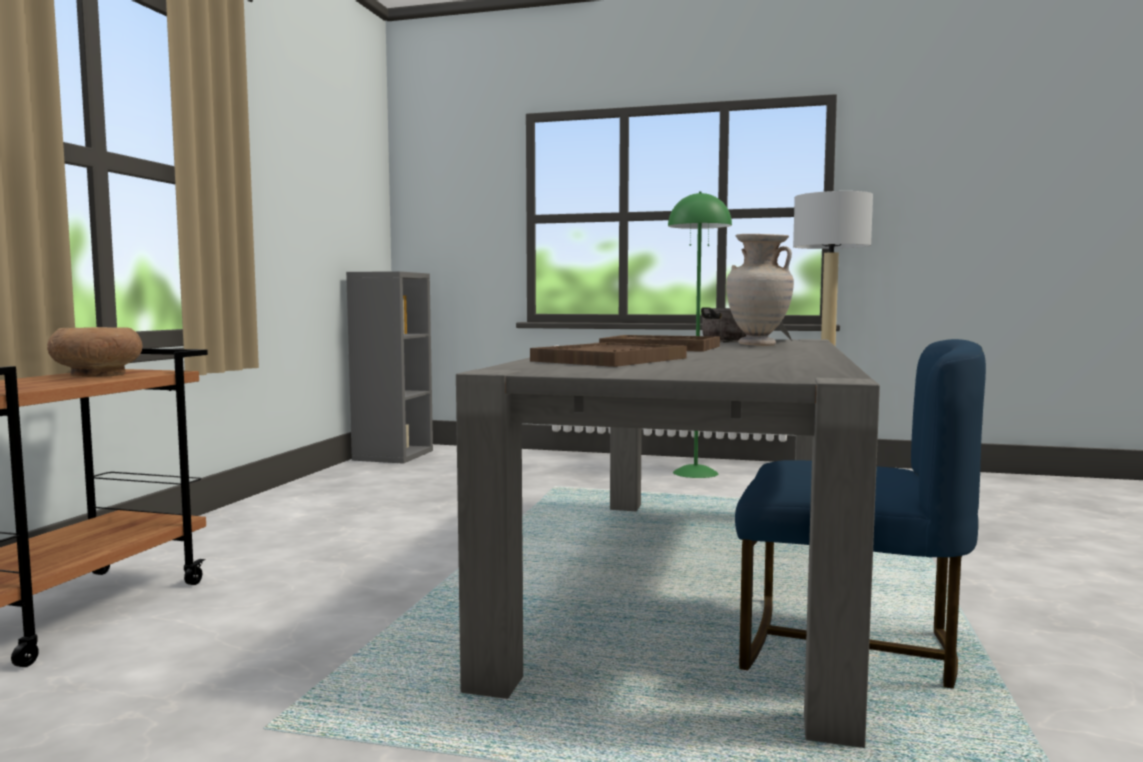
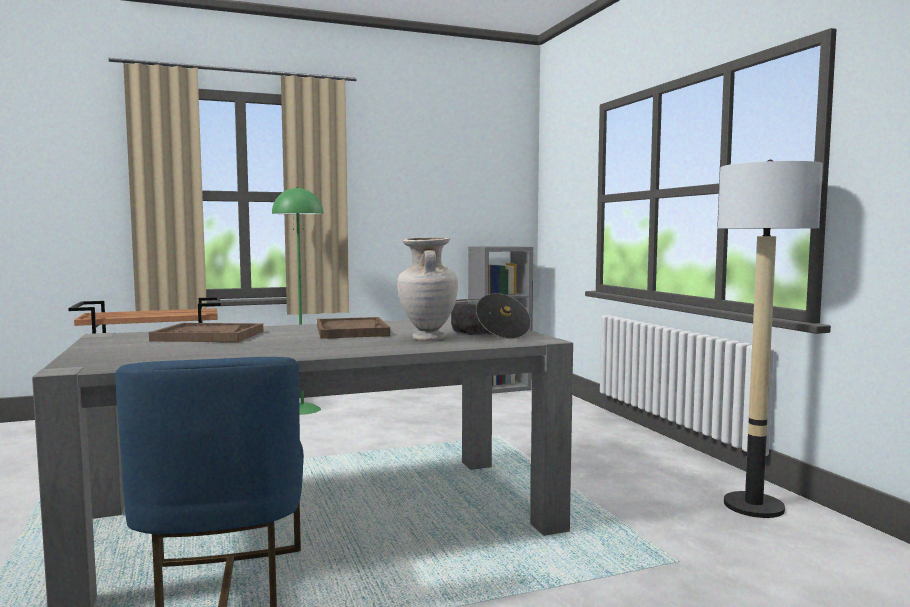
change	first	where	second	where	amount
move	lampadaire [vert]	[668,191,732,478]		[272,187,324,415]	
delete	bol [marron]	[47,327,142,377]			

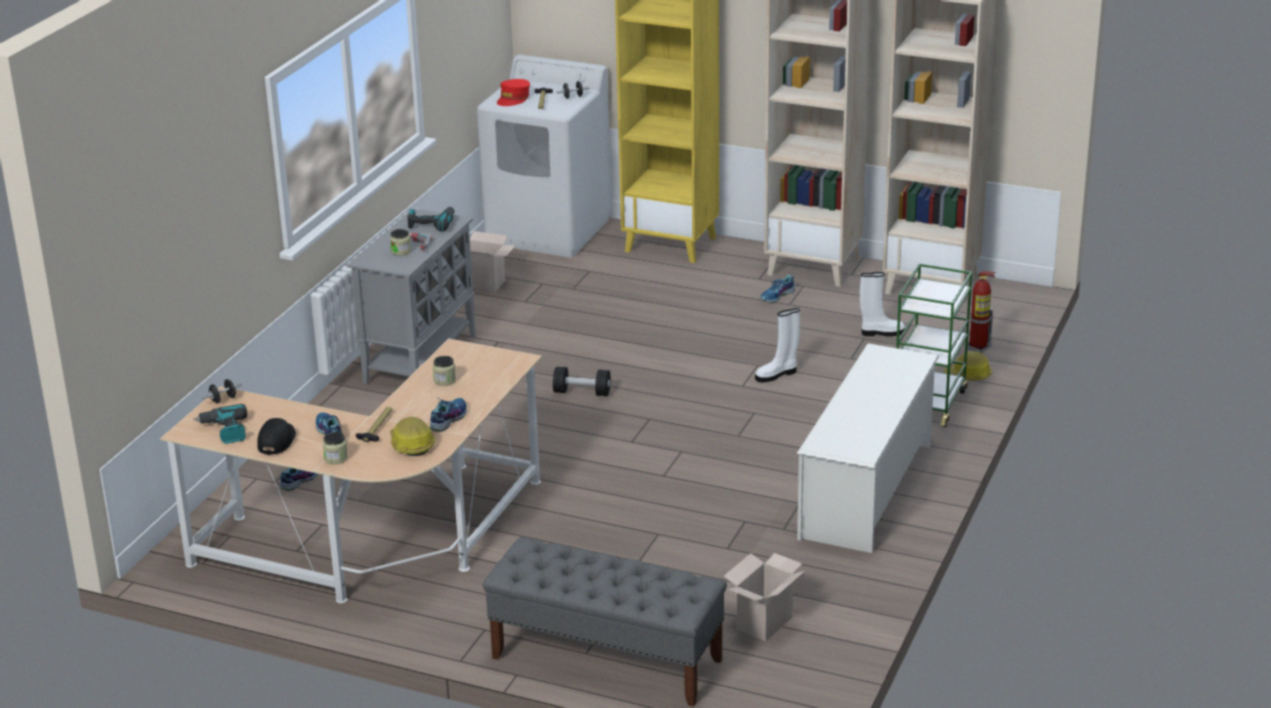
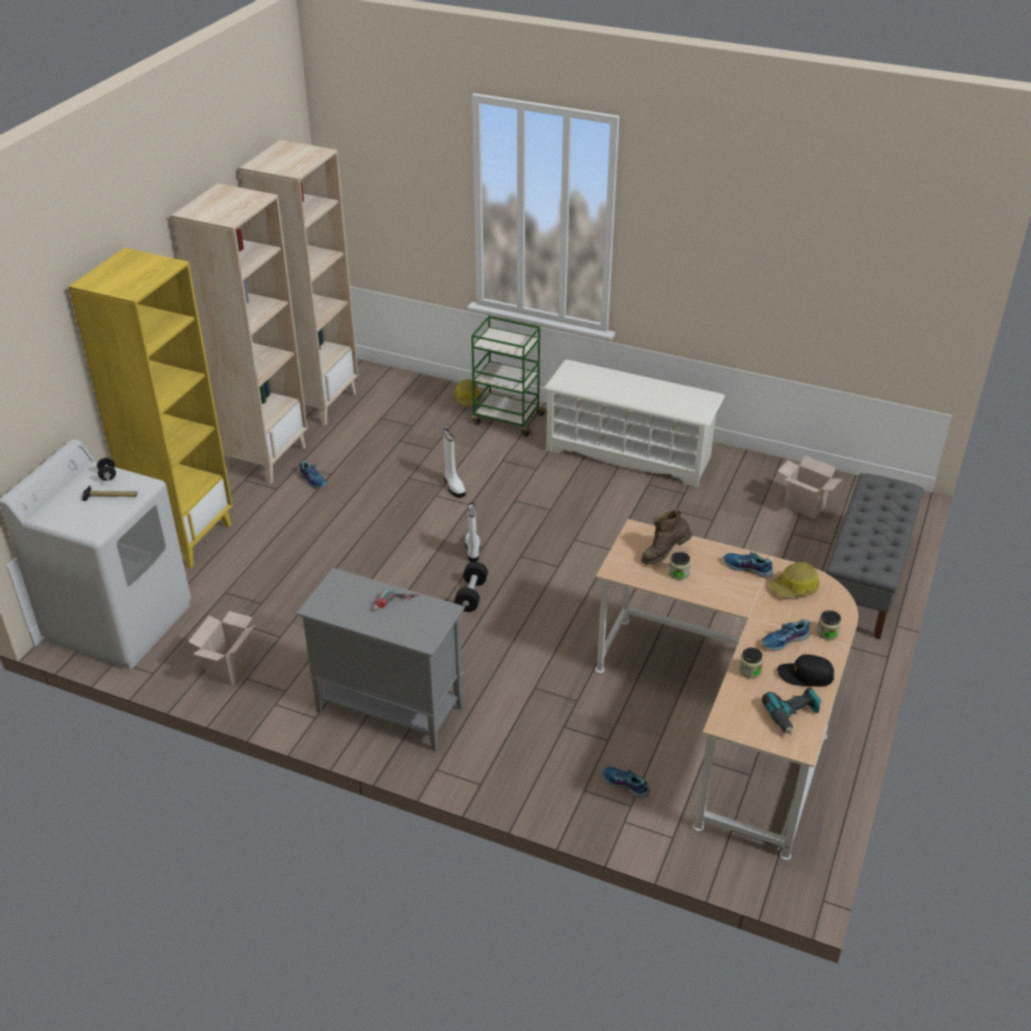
change	first	where	second	where	amount
delete	casquette [rouge]	[497,79,530,106]			
delete	perceuse	[408,207,455,232]			
move	bocal	[390,229,411,256]		[739,648,763,679]	
move	botte [blanc]	[860,272,905,336]		[465,503,481,562]	
delete	extincteur	[968,272,995,353]			
delete	haltère [noir]	[202,379,242,403]			
delete	marteau	[356,407,392,442]			
insert			botte [marron]	[641,509,692,565]	

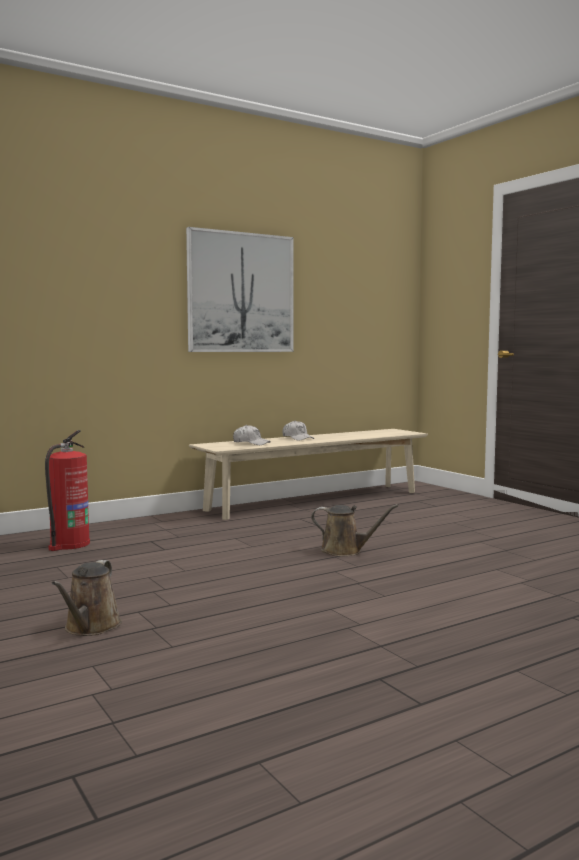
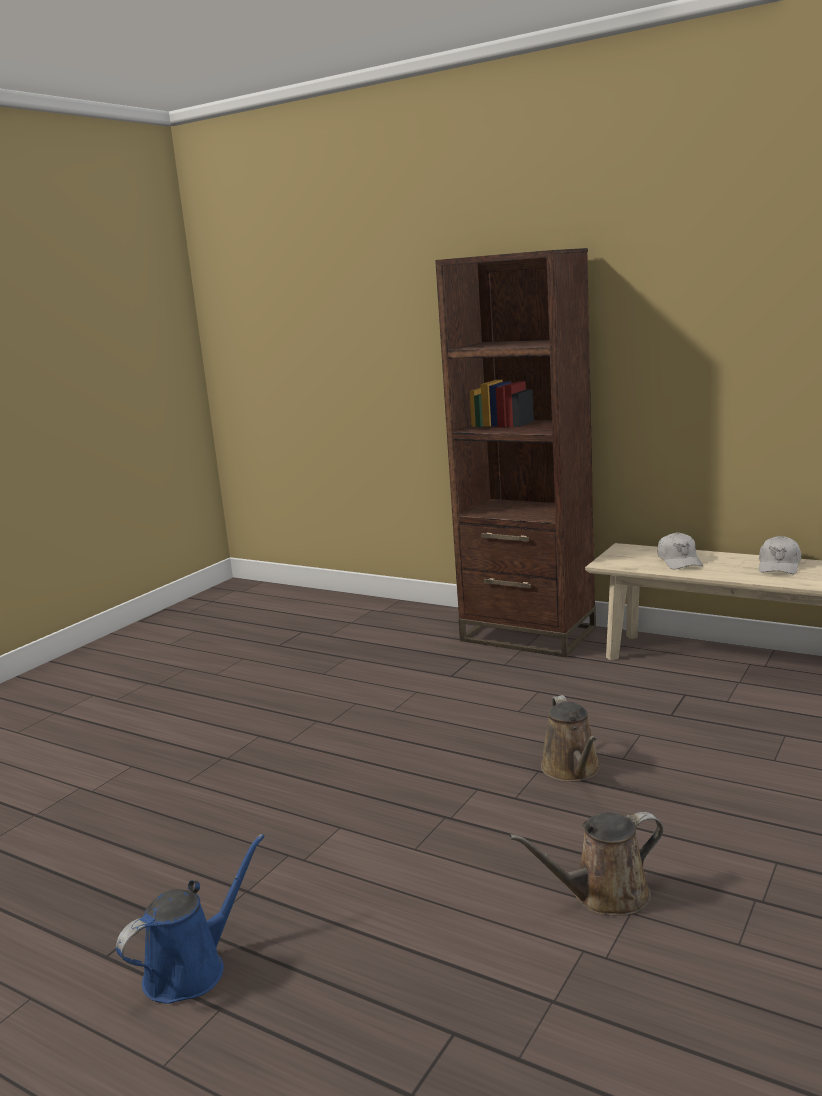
change	first	where	second	where	amount
delete	tableau	[186,227,294,352]			
delete	extincteur	[45,430,90,551]			
move	arrosoir [marron]	[52,560,122,636]		[509,812,663,916]	
insert			bibliothèque [marron]	[435,248,596,657]	
insert			arrosoir [bleu]	[116,834,265,1004]	

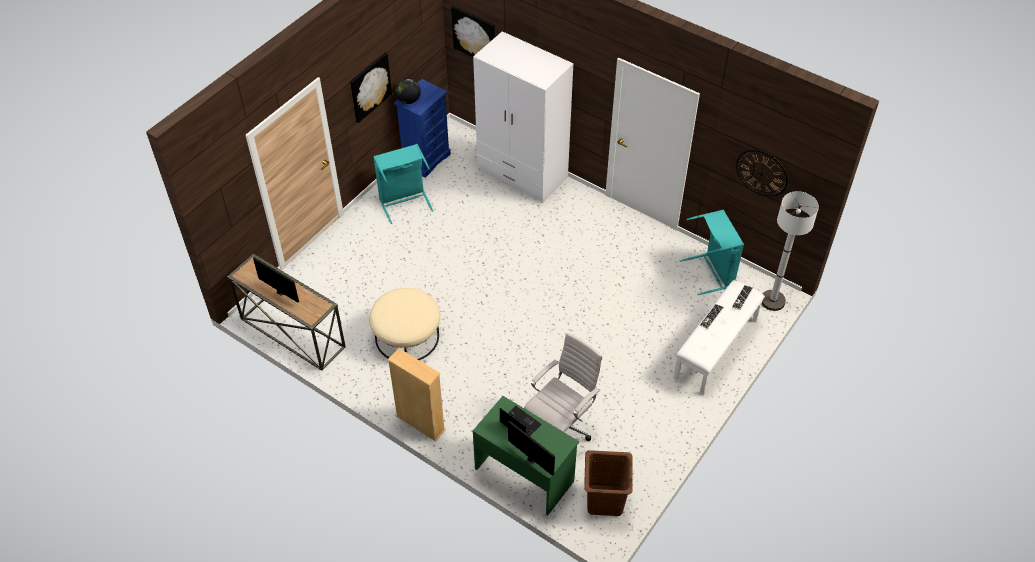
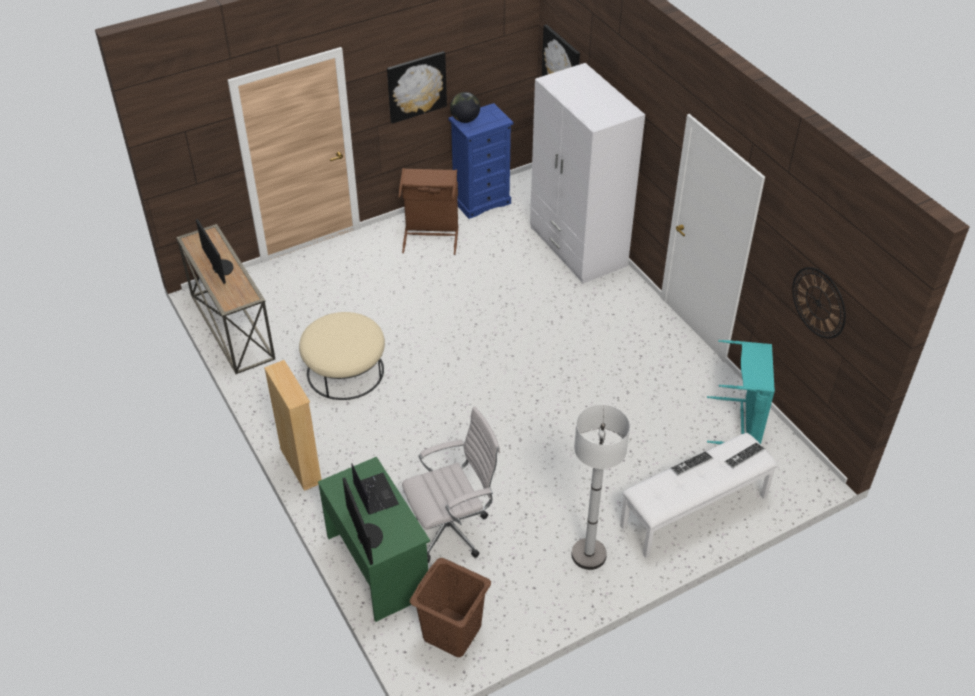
change	first	where	second	where	amount
recolor	panier à linge [turquoise]	[373,144,433,224]	panier à linge [marron]	[398,168,459,255]	
move	lampadaire [blanc]	[762,191,819,311]		[571,405,630,570]	

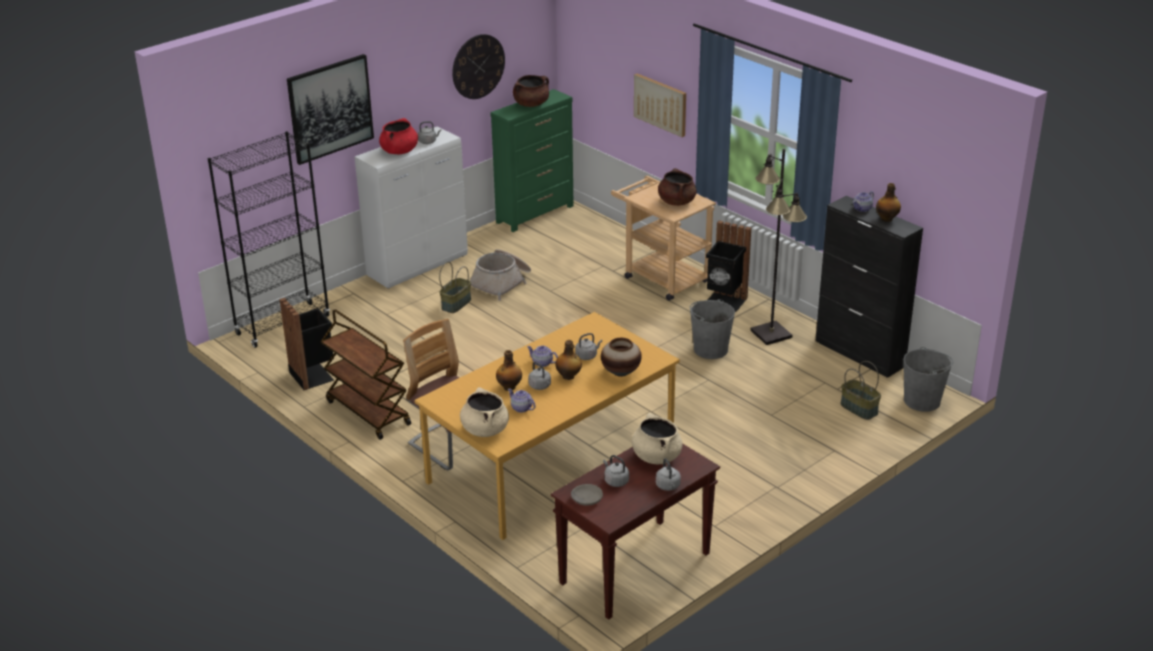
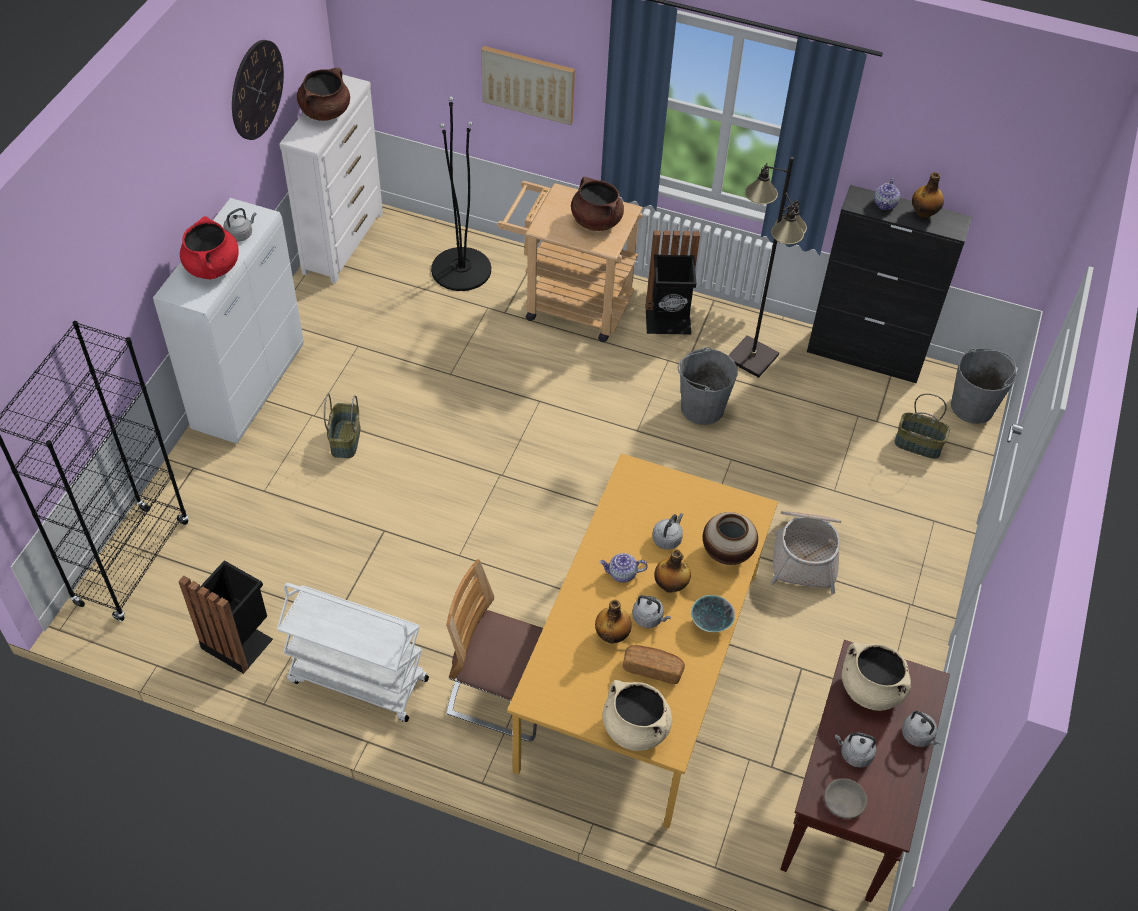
change	first	where	second	where	amount
delete	tableau	[287,54,374,165]			
recolor	commode [vert]	[490,89,574,232]	commode [blanc]	[280,74,383,284]	
move	panier	[470,249,531,301]		[770,511,841,594]	
recolor	chariot [marron]	[321,309,411,440]	chariot [blanc]	[277,583,429,722]	
replace	théière	[508,388,536,413]	pain	[623,645,685,684]	
insert			lampadaire [noir]	[431,97,491,291]	
insert			bol	[691,595,735,632]	

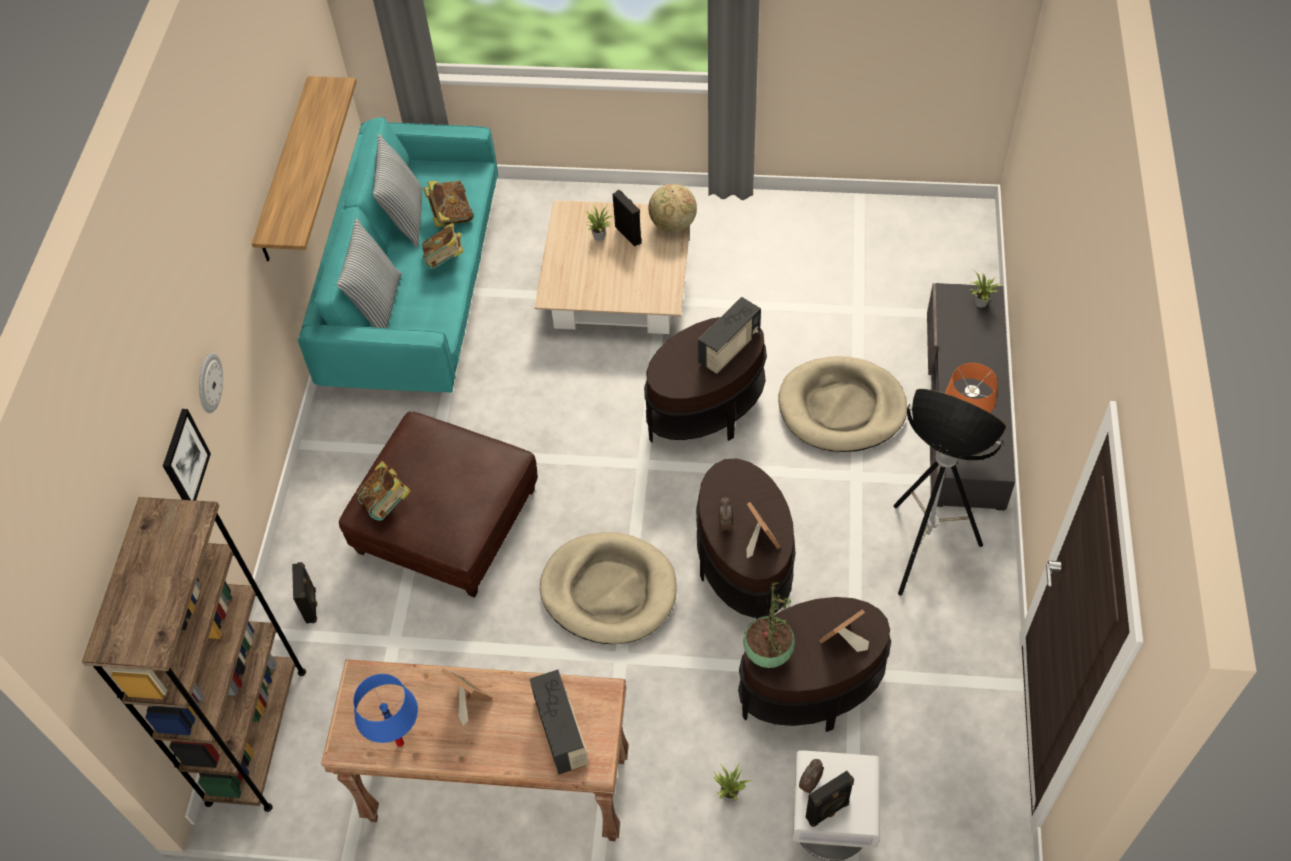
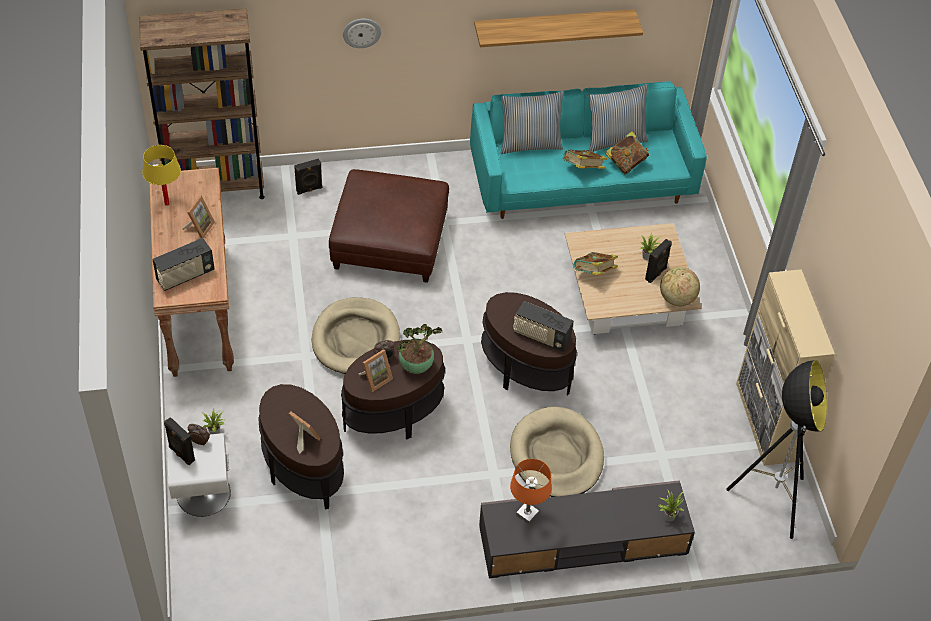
change	first	where	second	where	amount
move	lampadaire	[894,389,1006,596]		[726,360,827,539]	
delete	tableau	[163,409,211,501]			
move	livre	[356,461,411,521]		[574,252,618,276]	
move	plante en pot	[743,582,795,668]		[397,324,443,374]	
recolor	lampe de table [bleu]	[353,674,418,747]	lampe de table [jaune]	[142,145,181,206]	
insert			meuble de rangement [beige]	[736,269,835,466]	

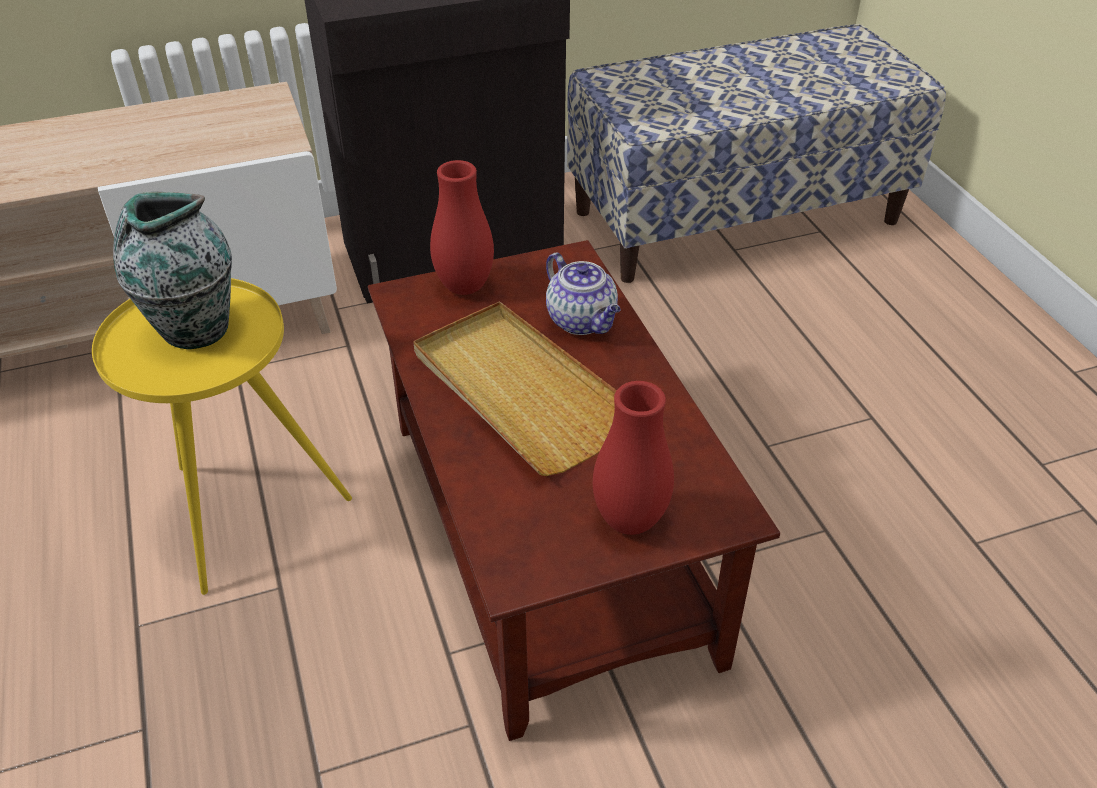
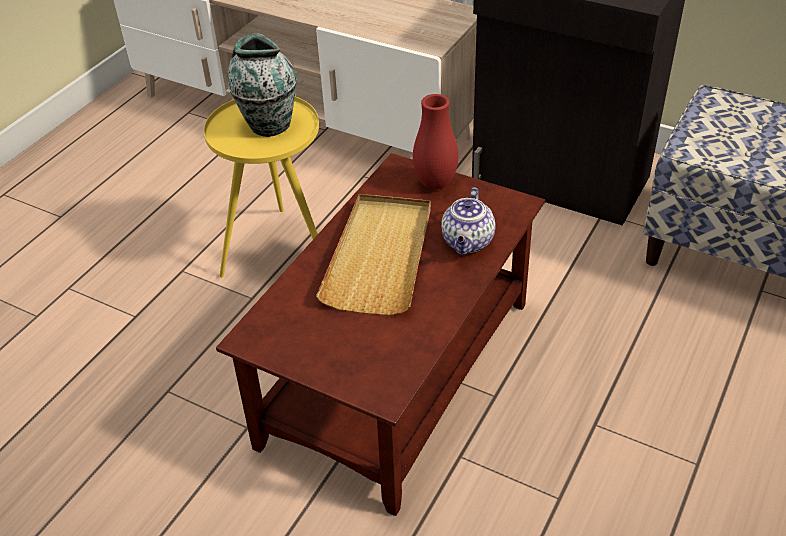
change	first	where	second	where	amount
delete	vase [rouge]	[593,381,674,535]			

